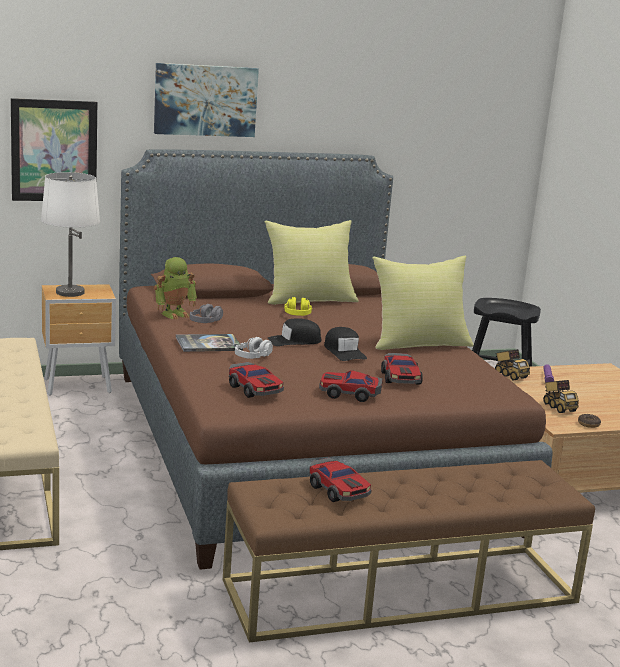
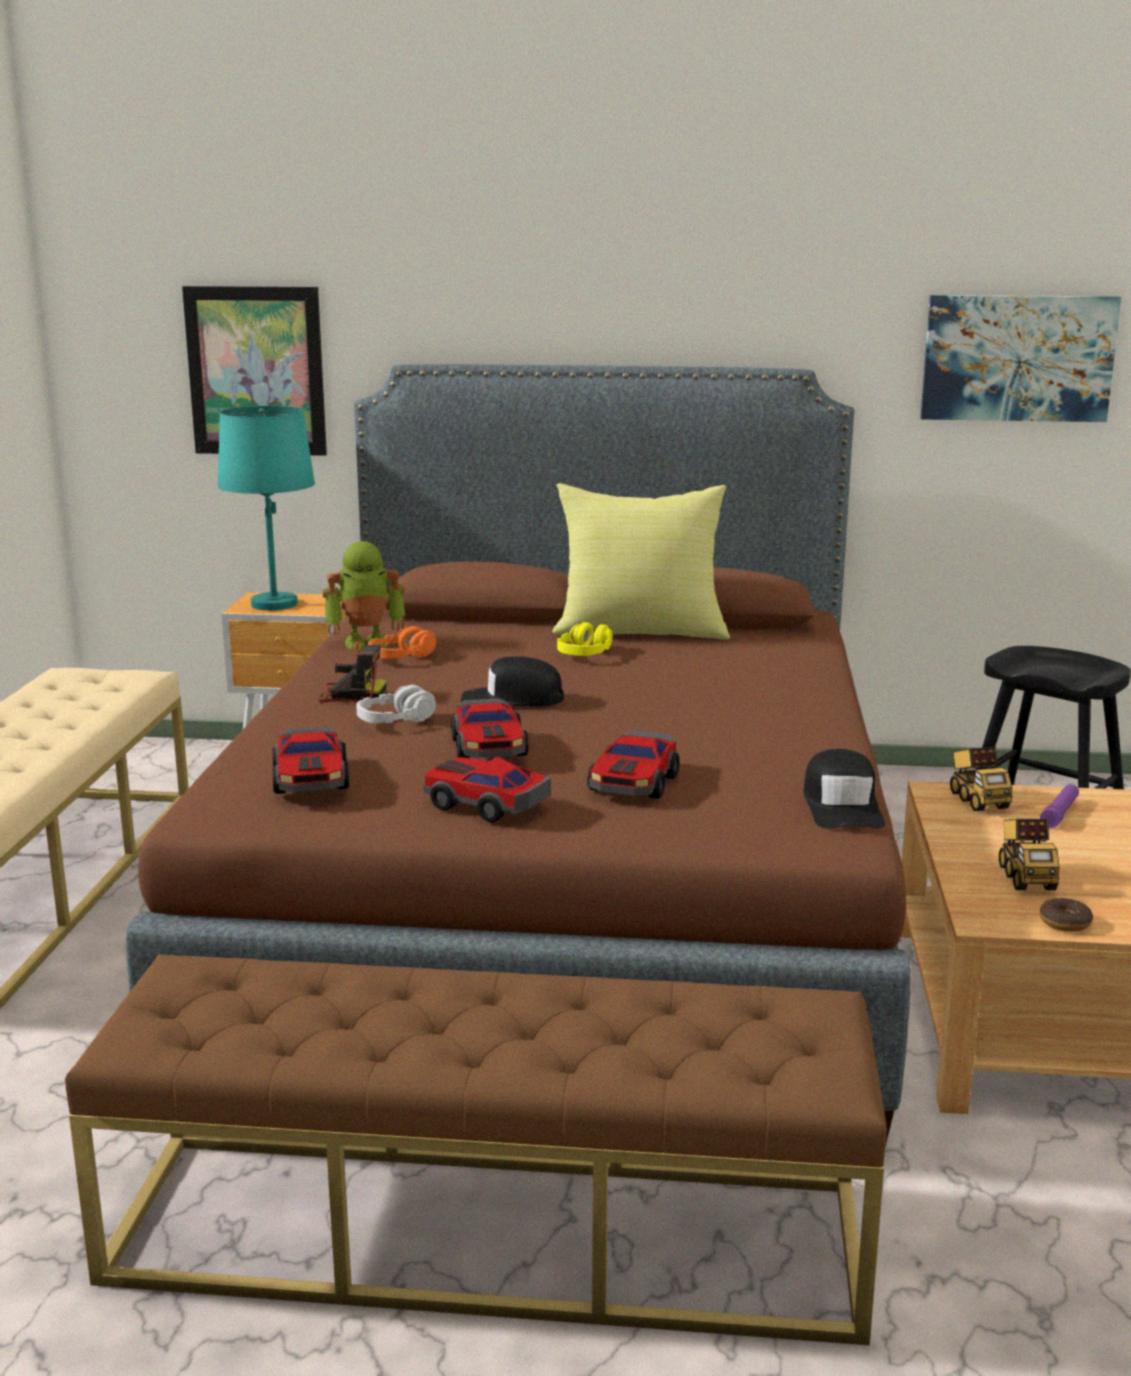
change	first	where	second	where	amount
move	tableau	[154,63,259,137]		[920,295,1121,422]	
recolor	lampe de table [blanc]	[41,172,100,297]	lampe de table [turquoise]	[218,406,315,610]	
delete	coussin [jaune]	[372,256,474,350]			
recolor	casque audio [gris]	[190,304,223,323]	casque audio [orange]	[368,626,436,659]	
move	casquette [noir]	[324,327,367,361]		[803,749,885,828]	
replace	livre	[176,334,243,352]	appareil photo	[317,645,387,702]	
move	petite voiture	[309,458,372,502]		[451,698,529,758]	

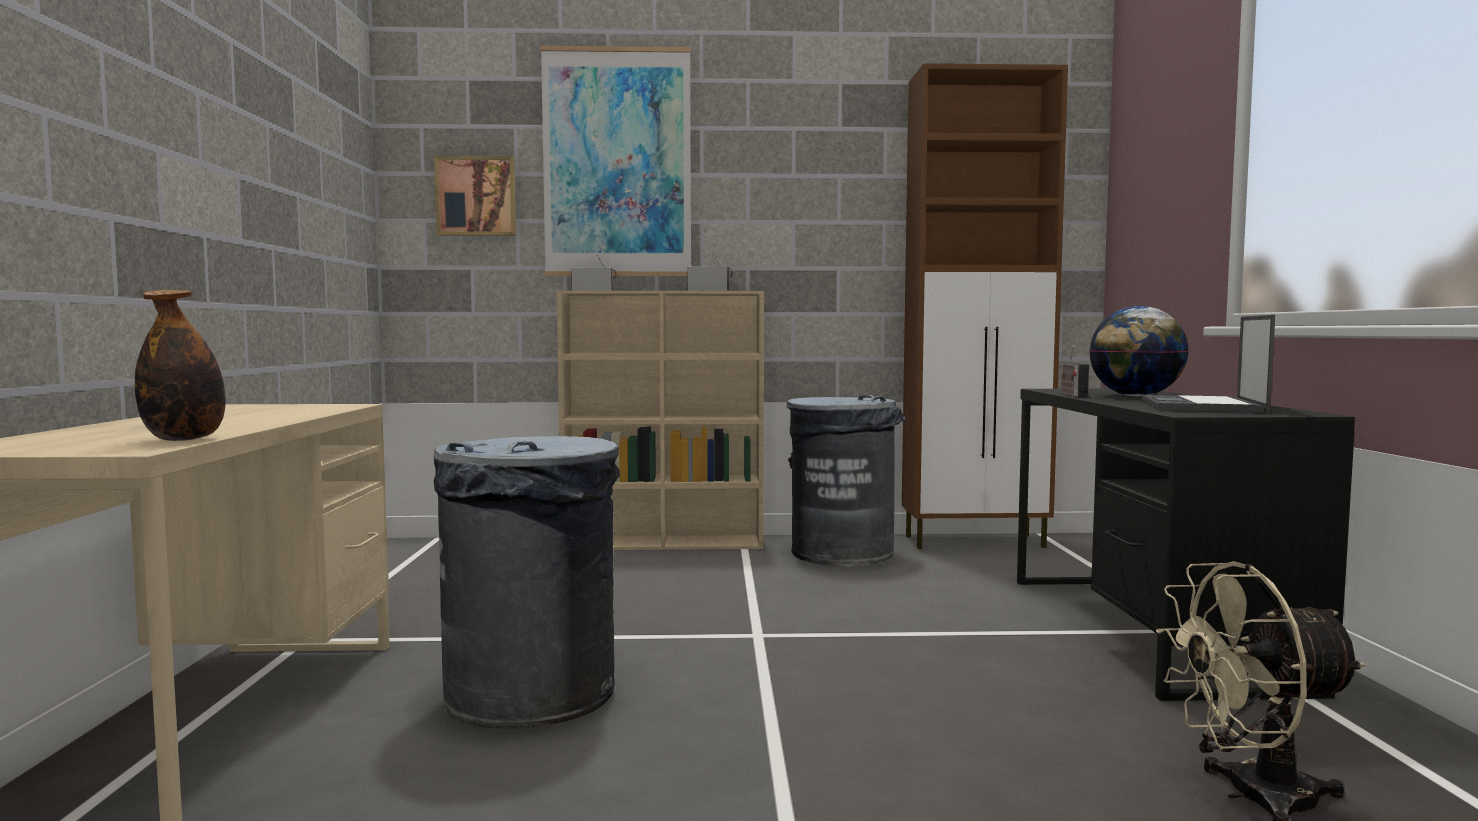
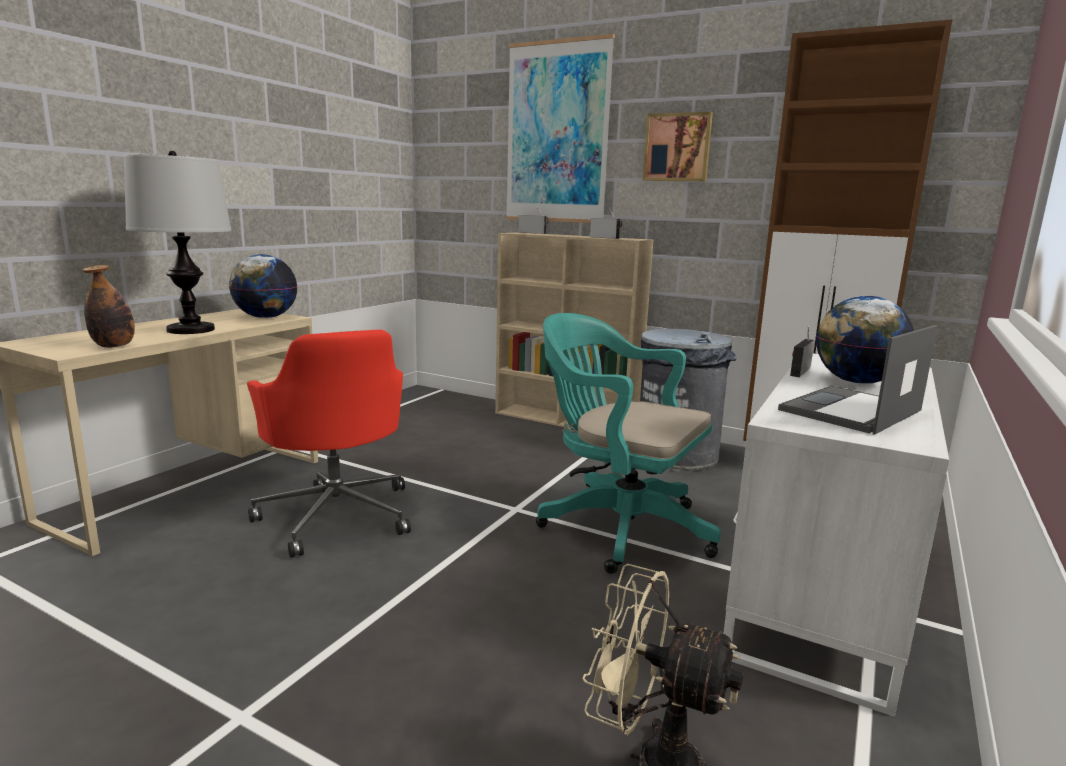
change	first	where	second	where	amount
move	tableau	[434,156,516,236]		[643,112,713,181]	
recolor	bureau [noir]	[1017,389,1355,701]	bureau [blanc]	[724,353,949,717]	
replace	poubelle [gris]	[434,436,620,729]	chaise de bureau [rouge]	[247,329,411,558]	
insert			lampe de table	[124,151,231,334]	
insert			globe	[229,254,297,318]	
insert			chaise de bureau [turquoise]	[536,313,721,574]	

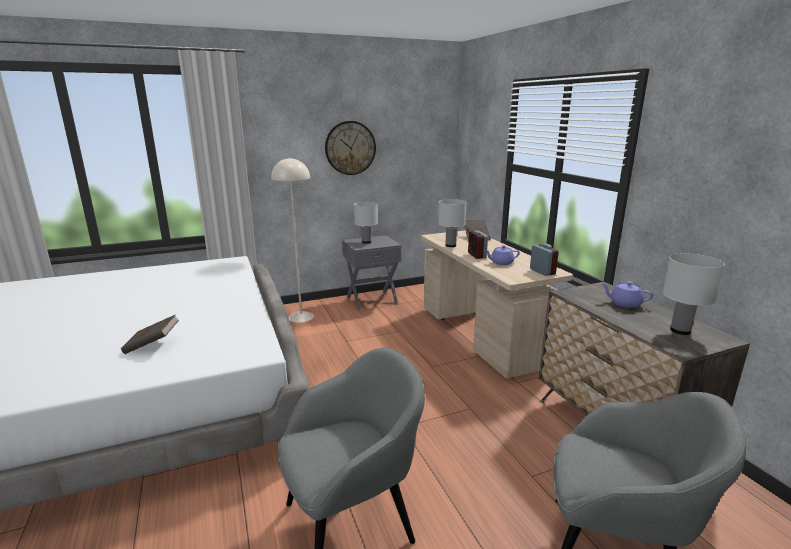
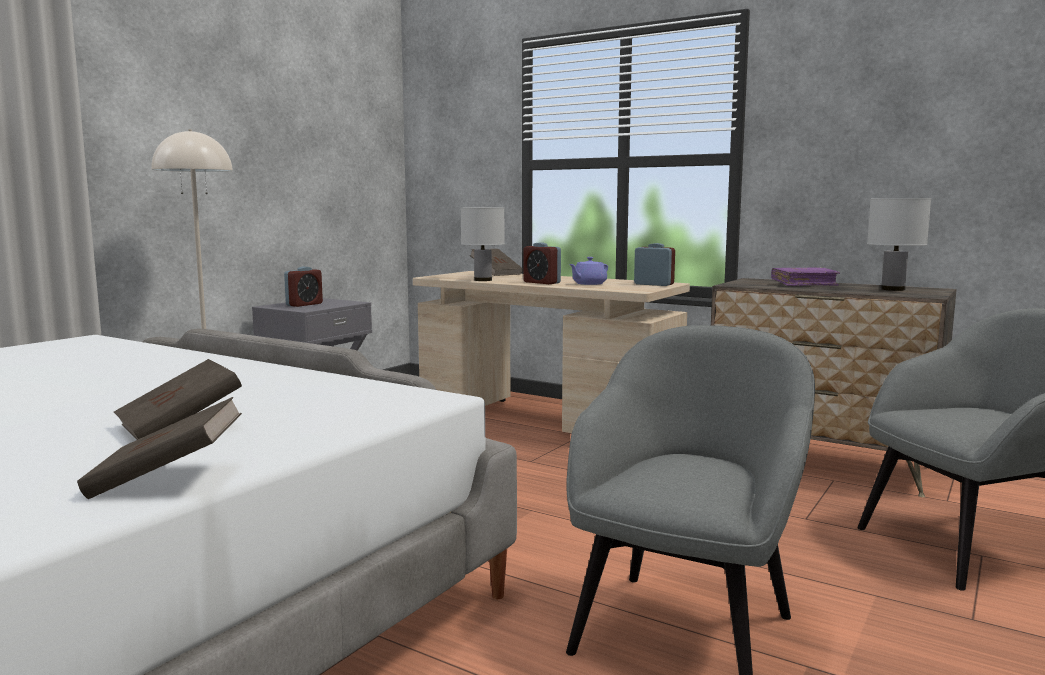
change	first	where	second	where	amount
delete	horloge murale	[325,121,376,175]			
replace	lampe de table [blanc]	[354,202,378,243]	réveil	[284,266,323,307]	
replace	théière [violet]	[601,281,654,308]	livre [violet]	[771,267,840,286]	
insert			livre [marron]	[77,397,242,499]	

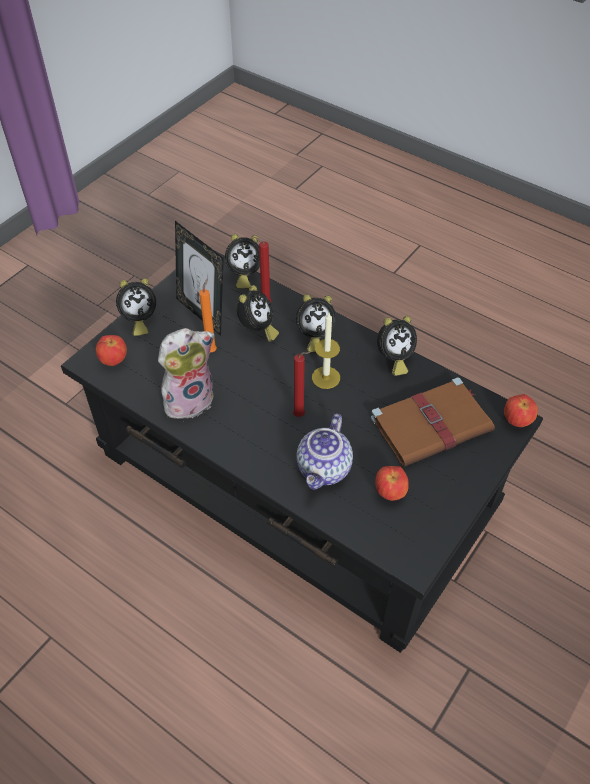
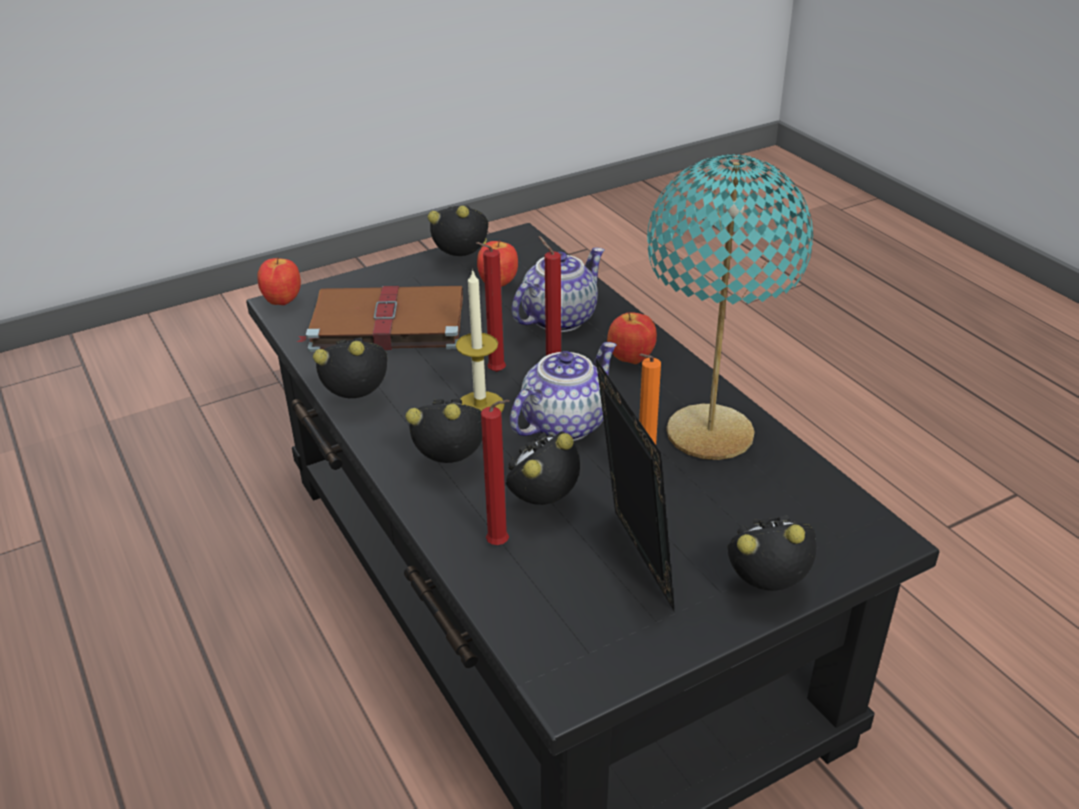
change	first	where	second	where	amount
move	réveil	[225,234,260,289]		[428,206,488,256]	
replace	peluche	[158,328,215,419]	lampe de table [turquoise]	[647,154,813,460]	
move	pomme	[96,335,127,366]		[607,312,657,364]	
insert			bougie [rouge]	[476,242,506,372]	
insert			théière	[510,342,617,441]	

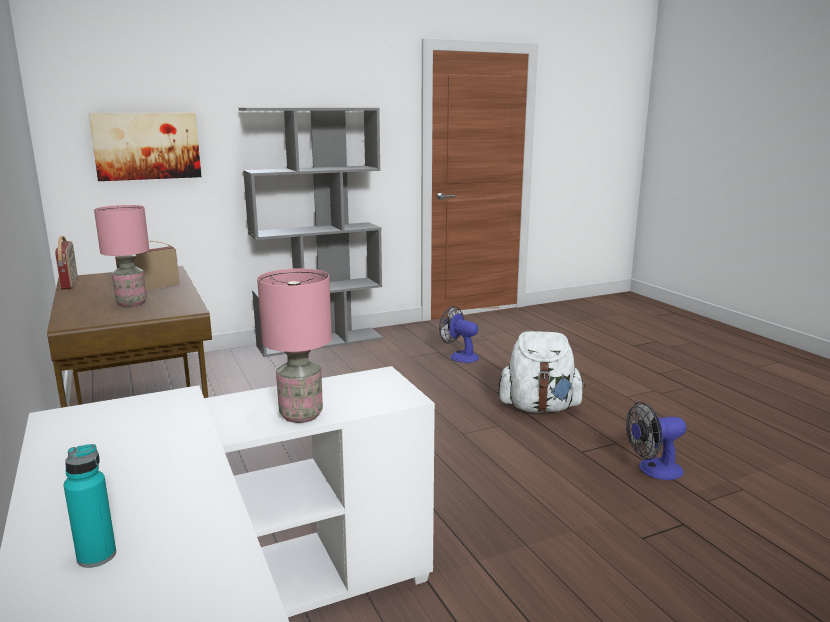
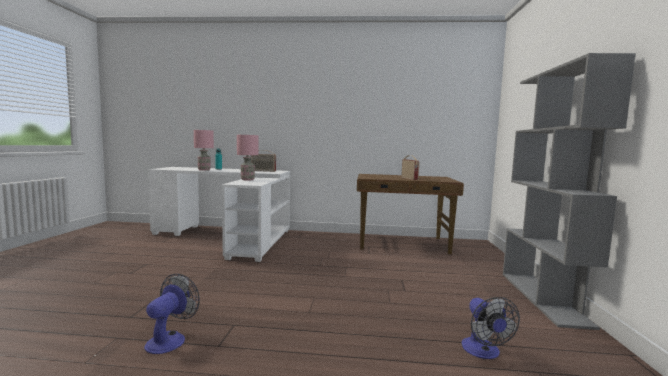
change	first	where	second	where	amount
delete	tableau	[89,113,201,181]			
move	lampe de table [rose]	[94,205,149,307]		[194,130,214,171]	
move	radio	[55,236,77,289]		[251,150,276,172]	
rotate	ventilateur	[439,306,479,363]		[461,297,520,359]	105 degrees clockwise
delete	sac à dos [blanc]	[498,331,585,413]			

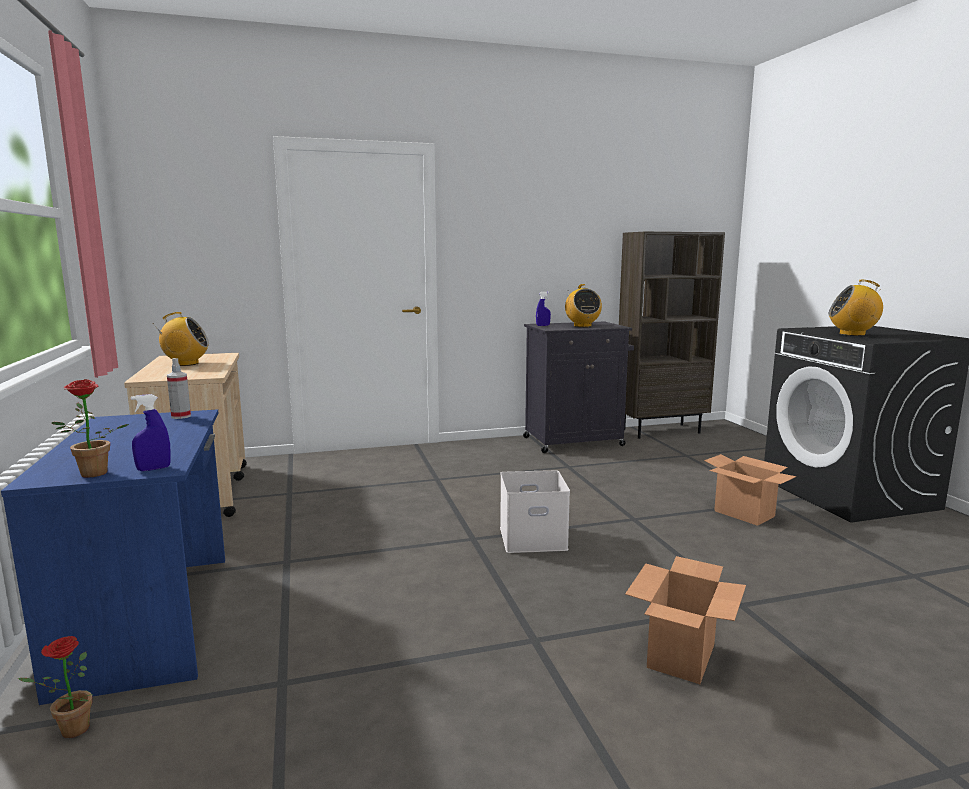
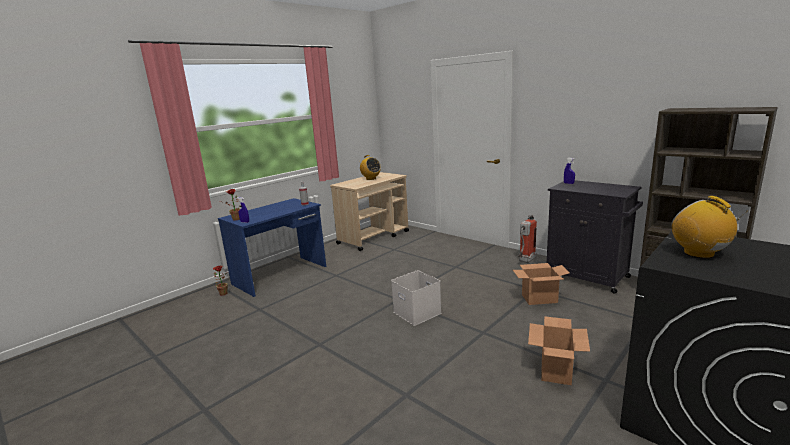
change	first	where	second	where	amount
delete	radio	[565,284,602,327]			
move	carton	[625,556,746,684]		[513,263,570,305]	
insert			extincteur	[518,214,537,263]	

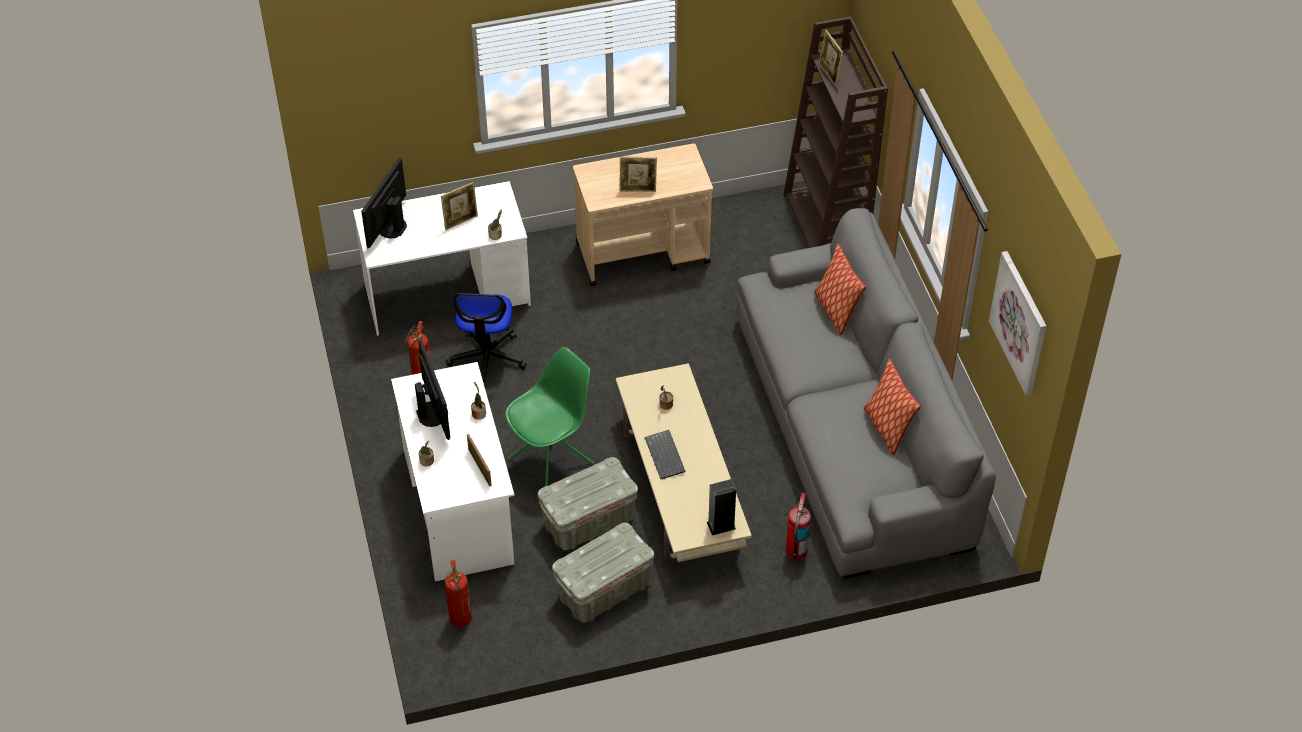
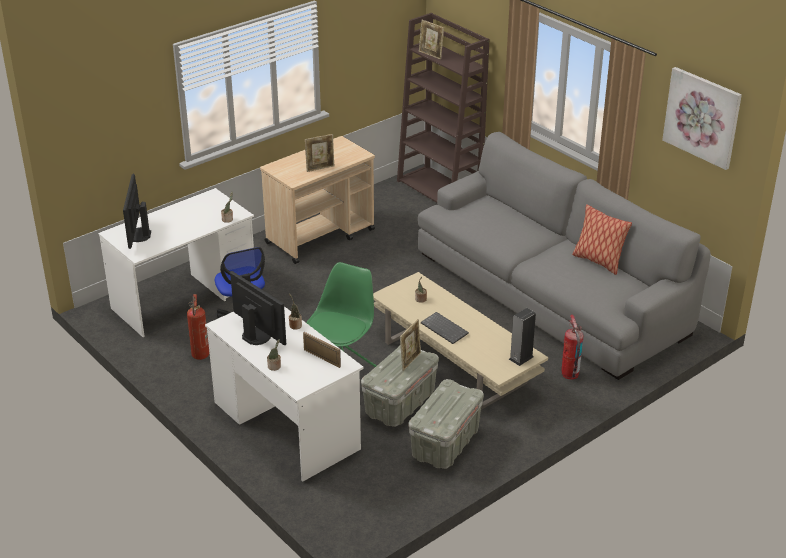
change	first	where	second	where	amount
move	cadre photo	[441,182,478,230]		[400,319,421,371]	
delete	coussin	[814,244,866,335]			
delete	extincteur	[445,560,472,627]			

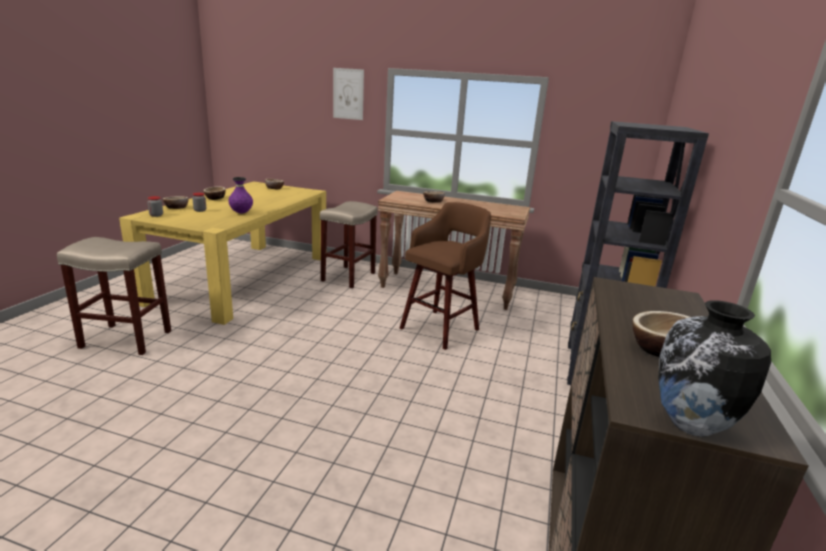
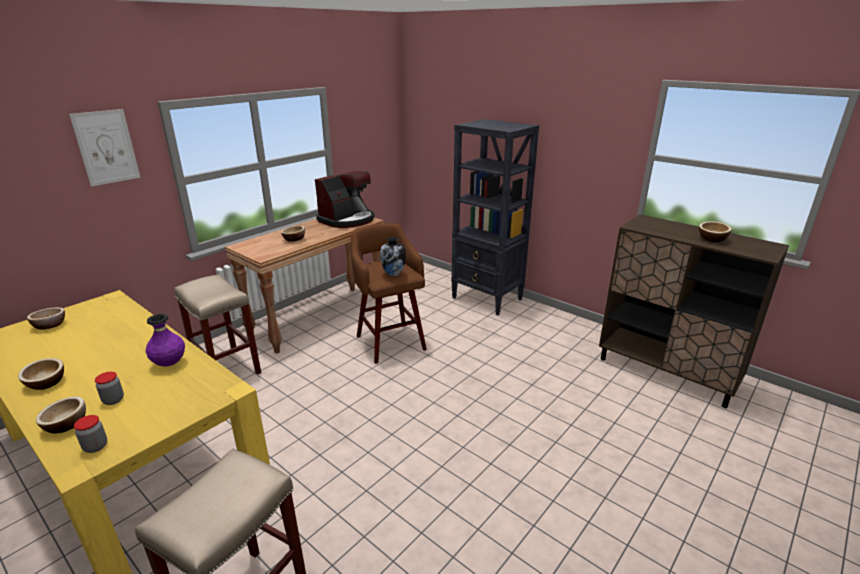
change	first	where	second	where	amount
move	vase	[658,300,771,437]		[380,237,406,276]	
insert			machine à café	[315,171,375,228]	

